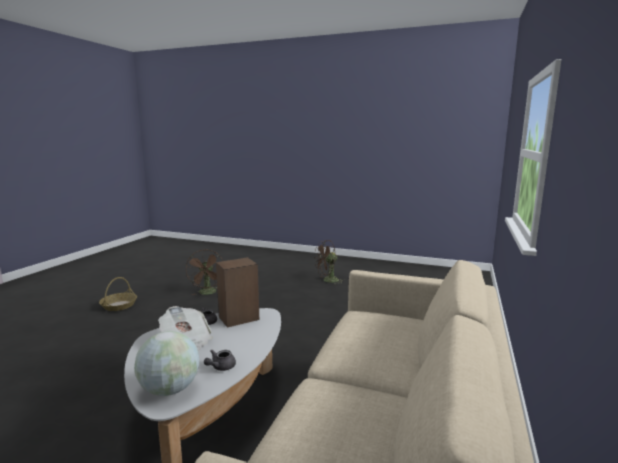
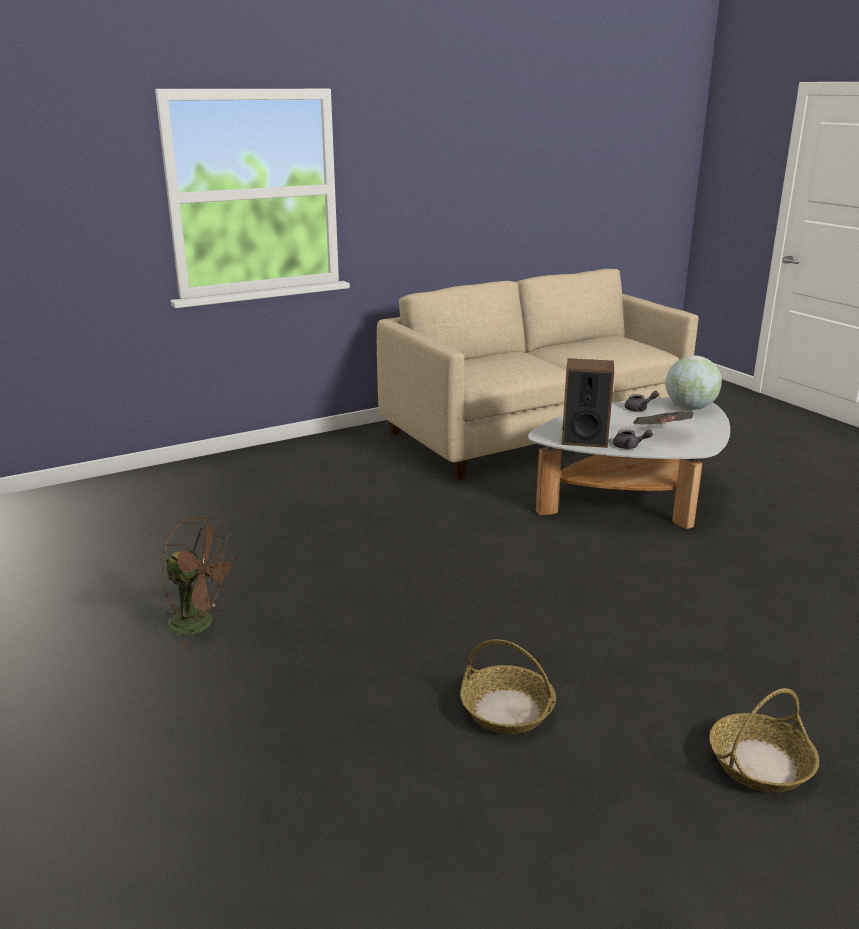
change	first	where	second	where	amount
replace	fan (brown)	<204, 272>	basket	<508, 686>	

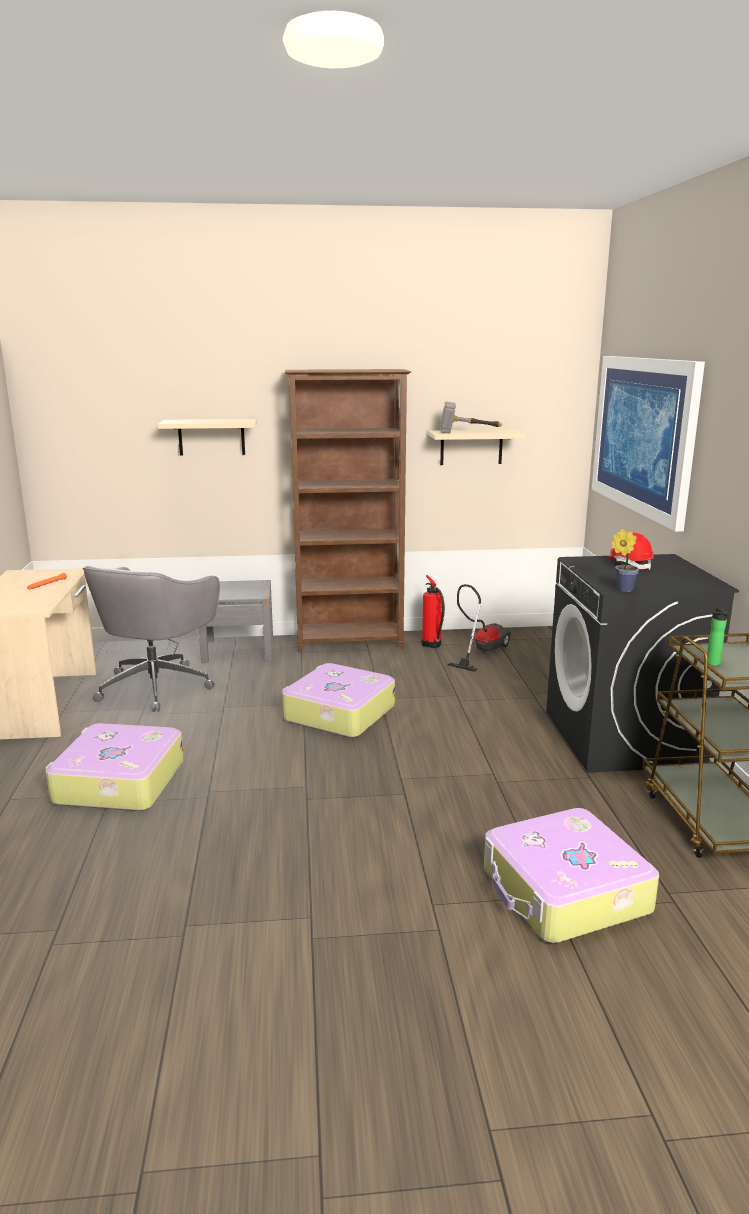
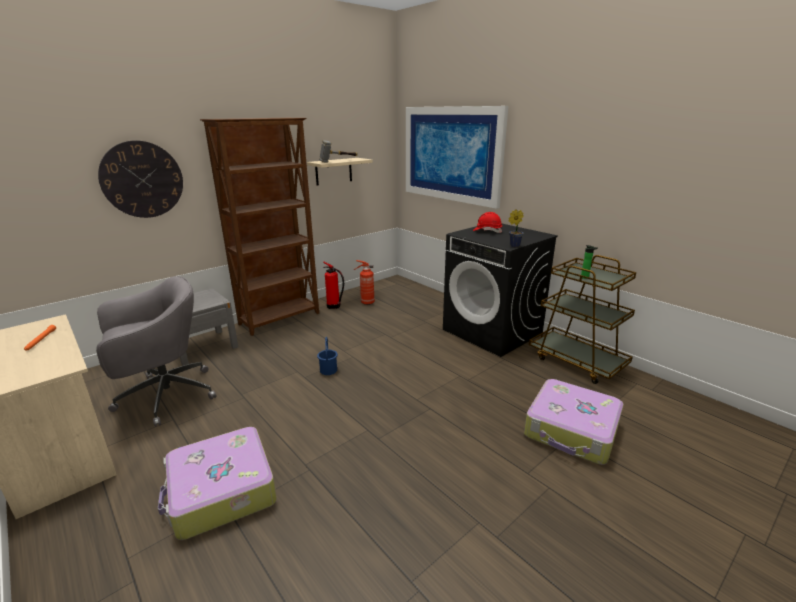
change	first	where	second	where	amount
replace	shelf (beige)	<207, 437>	wall clock	<140, 179>	
rotate	office chair (grey)	<151, 639>		<156, 351>	105 degrees counterclockwise
replace	vacuum cleaner	<479, 628>	fire extinguisher	<364, 282>	
replace	suitcase	<338, 700>	bucket (blue)	<327, 356>	

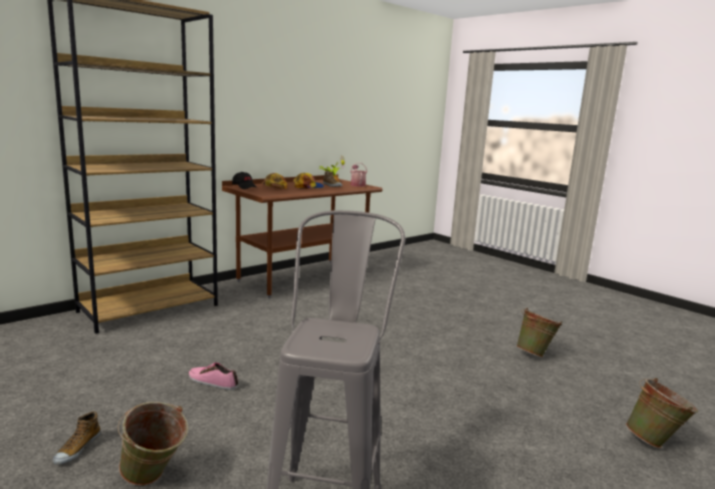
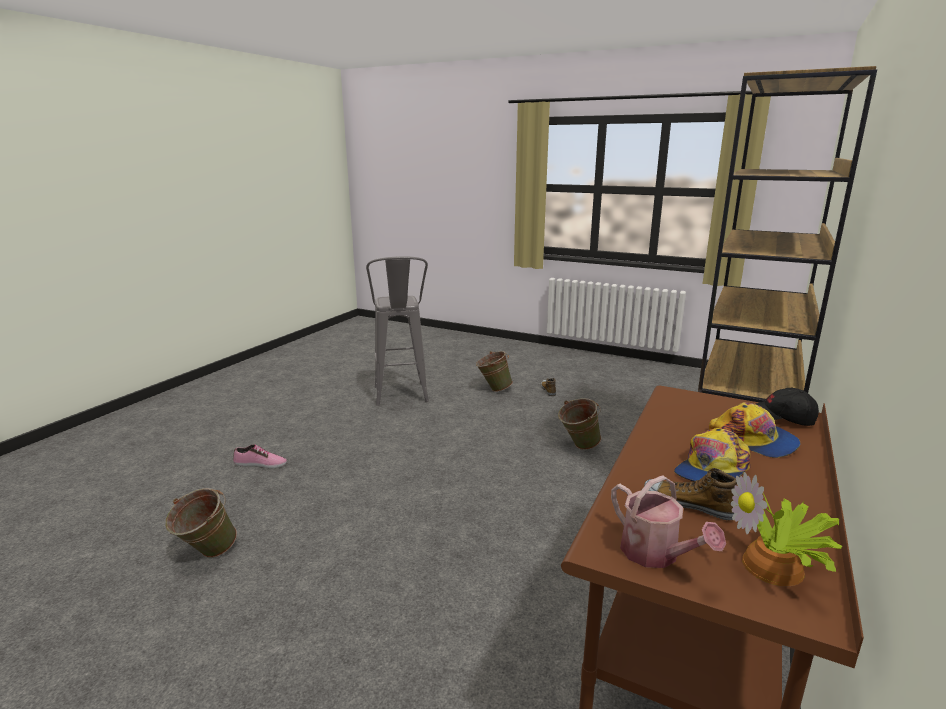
change	first	where	second	where	amount
move	shoe	<213, 376>		<260, 456>	
move	bucket (green)	<662, 413>		<579, 424>	

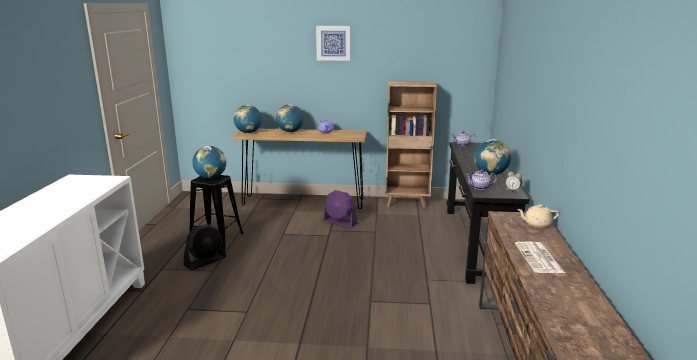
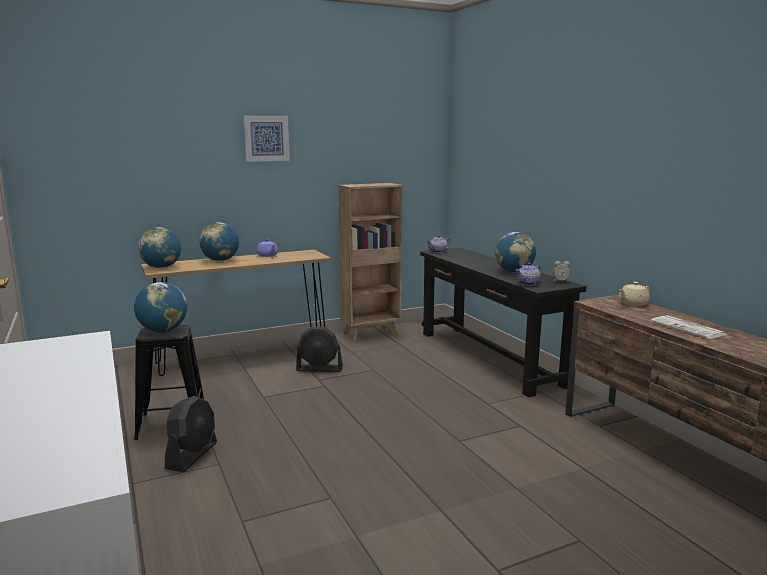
change	first	where	second	where	amount
recolor	fan (purple)	<340, 209>	fan (black)	<319, 349>	

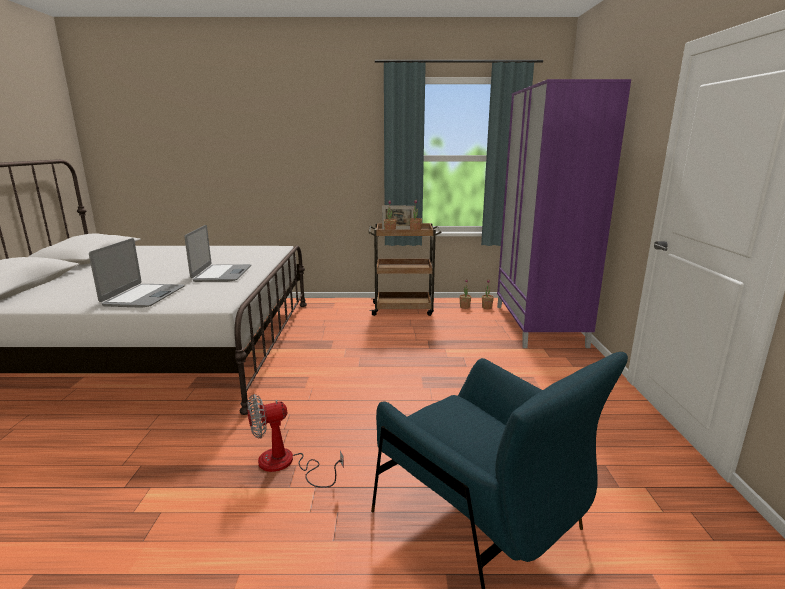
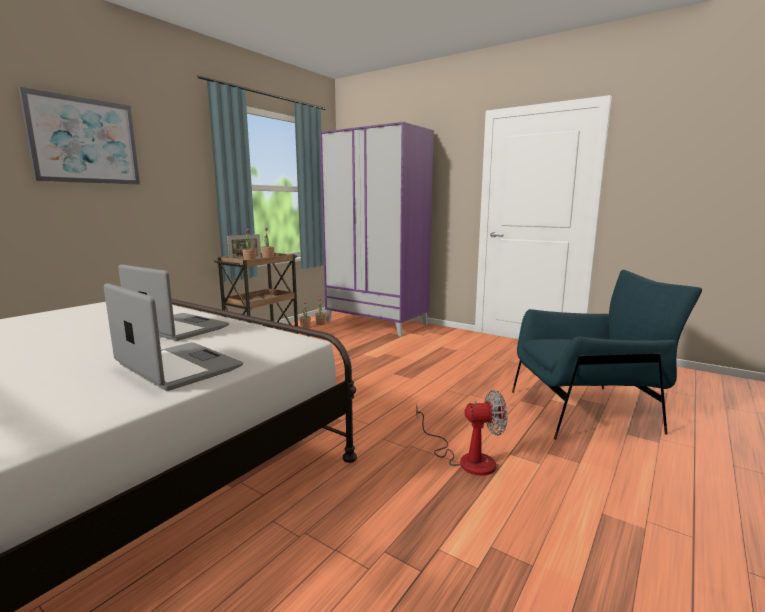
change	first	where	second	where	amount
rotate	fan	<295, 441>		<462, 433>	105 degrees counterclockwise
insert			picture	<79, 136>	

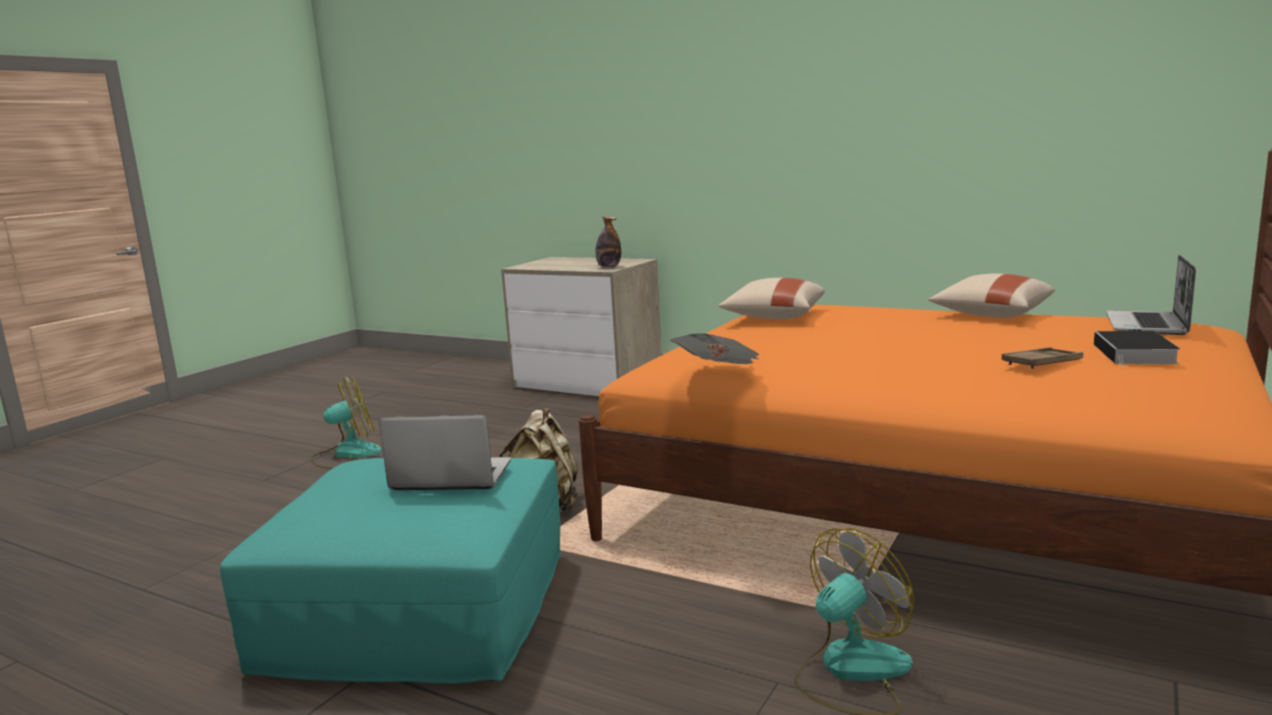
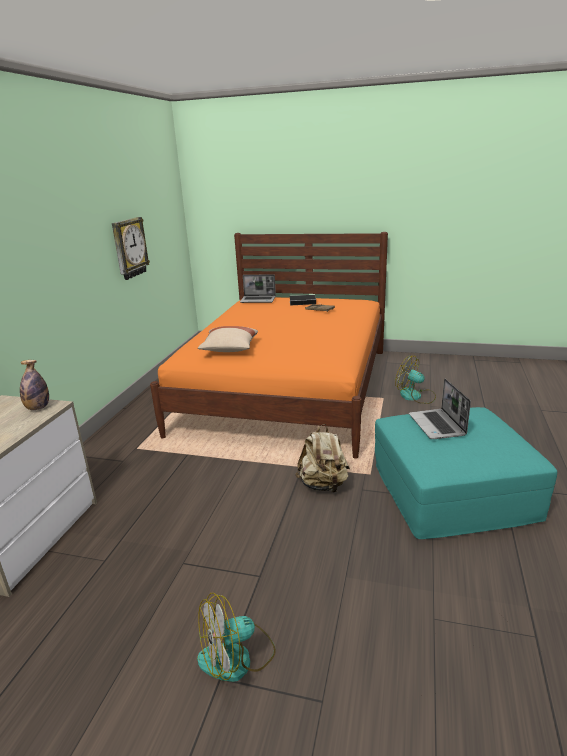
change	first	where	second	where	amount
delete	pillow (beige)	<991, 296>			
delete	newspaper	<714, 348>			
rotate	fan	<346, 422>		<236, 637>	75 degrees counterclockwise
insert			wall clock	<131, 248>	

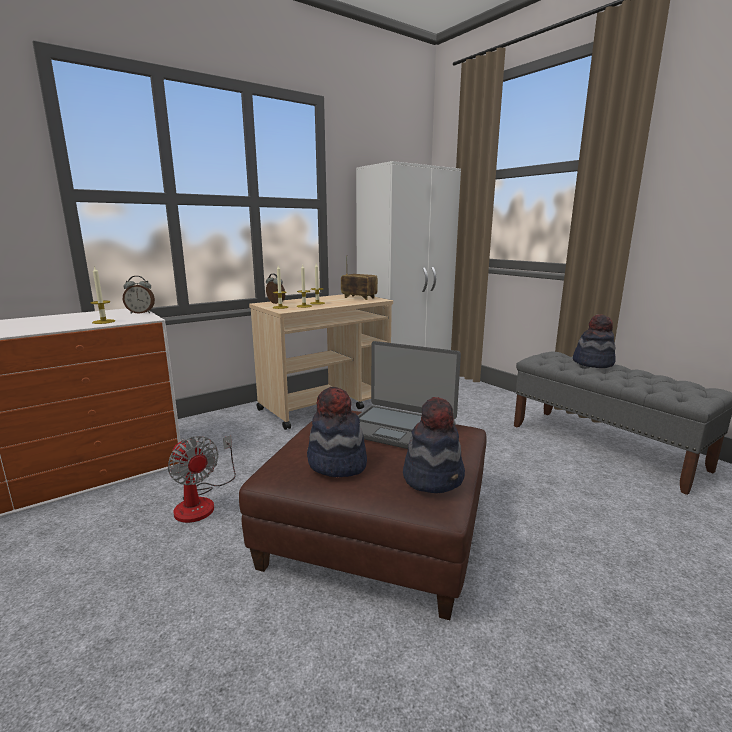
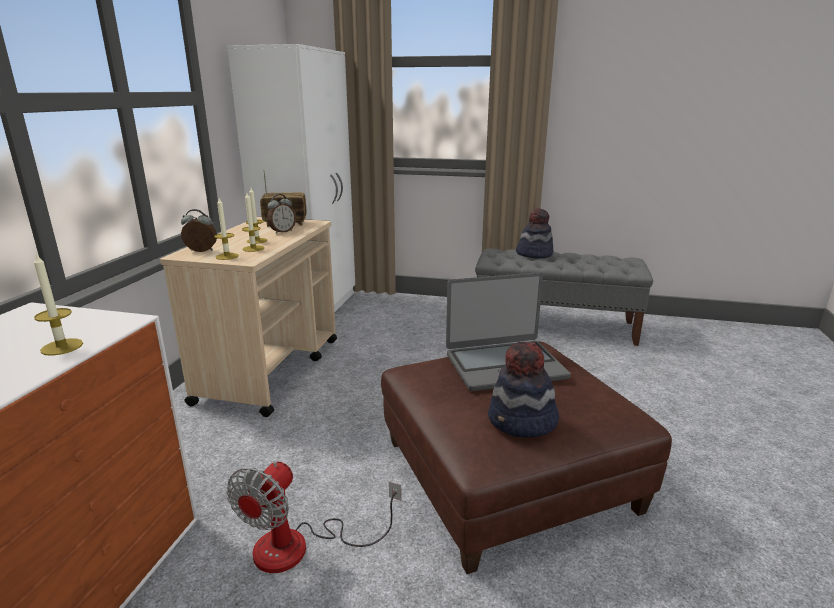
change	first	where	second	where	amount
move	alarm clock	<139, 295>		<281, 214>	
delete	hat	<434, 445>			
rotate	fan	<202, 479>		<314, 517>	105 degrees clockwise

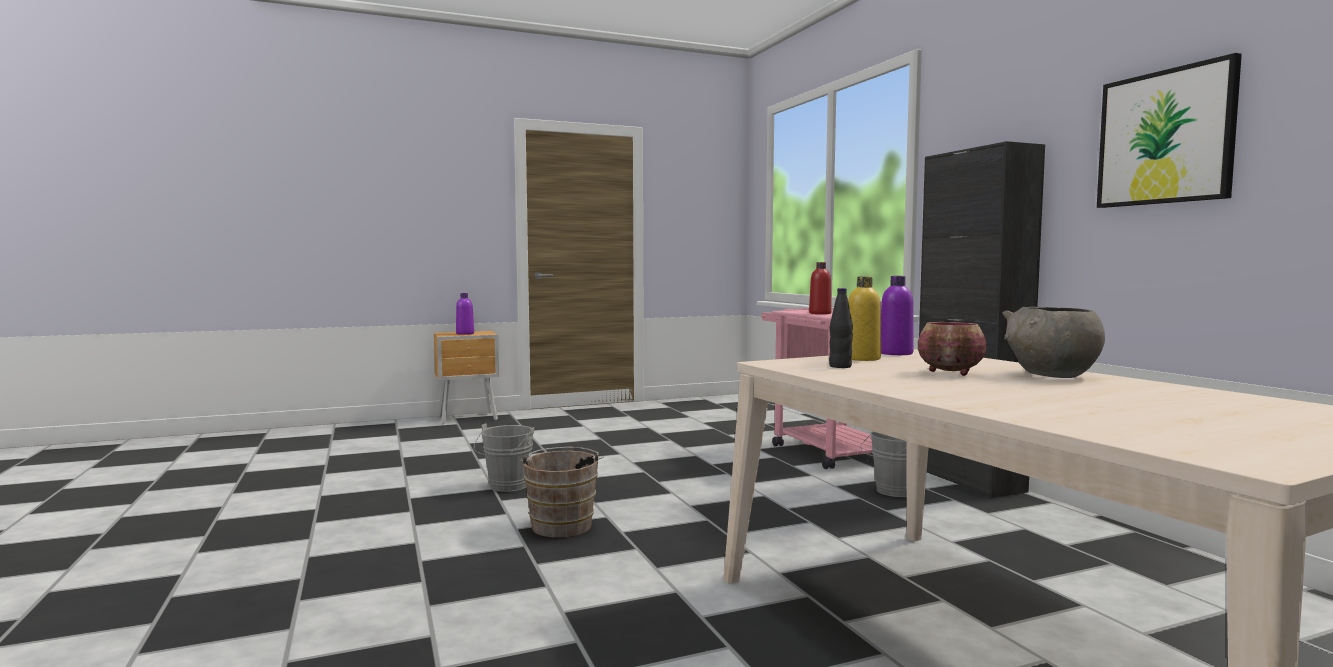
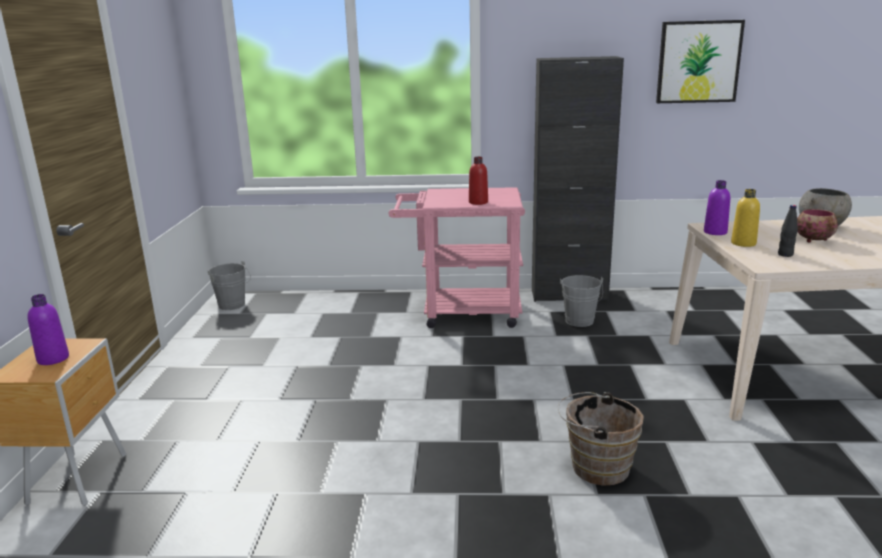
change	first	where	second	where	amount
move	bucket (grey)	<504, 457>		<229, 285>	

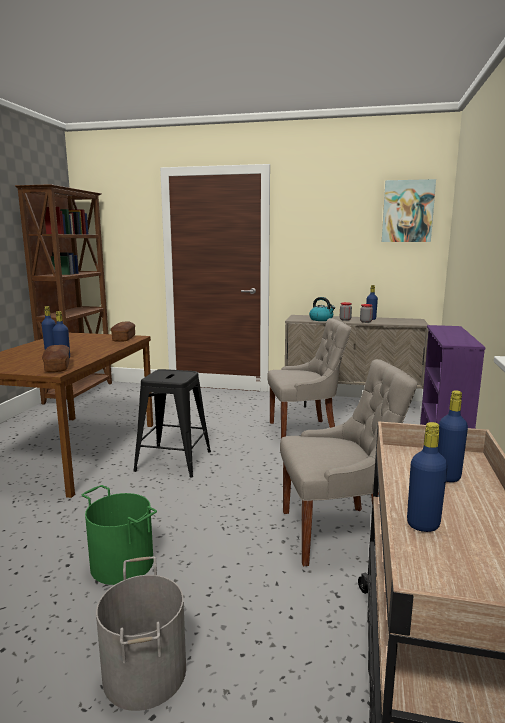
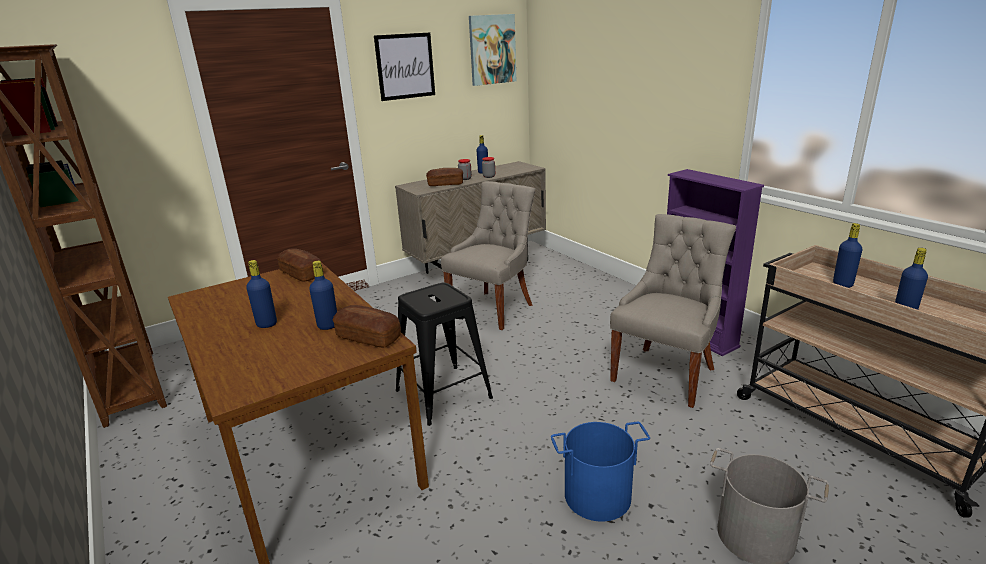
change	first	where	second	where	amount
replace	kettle	<322, 309>	bread	<444, 177>	
recolor	bucket (green)	<119, 535>	bucket (blue)	<600, 471>	
insert			picture	<404, 67>	

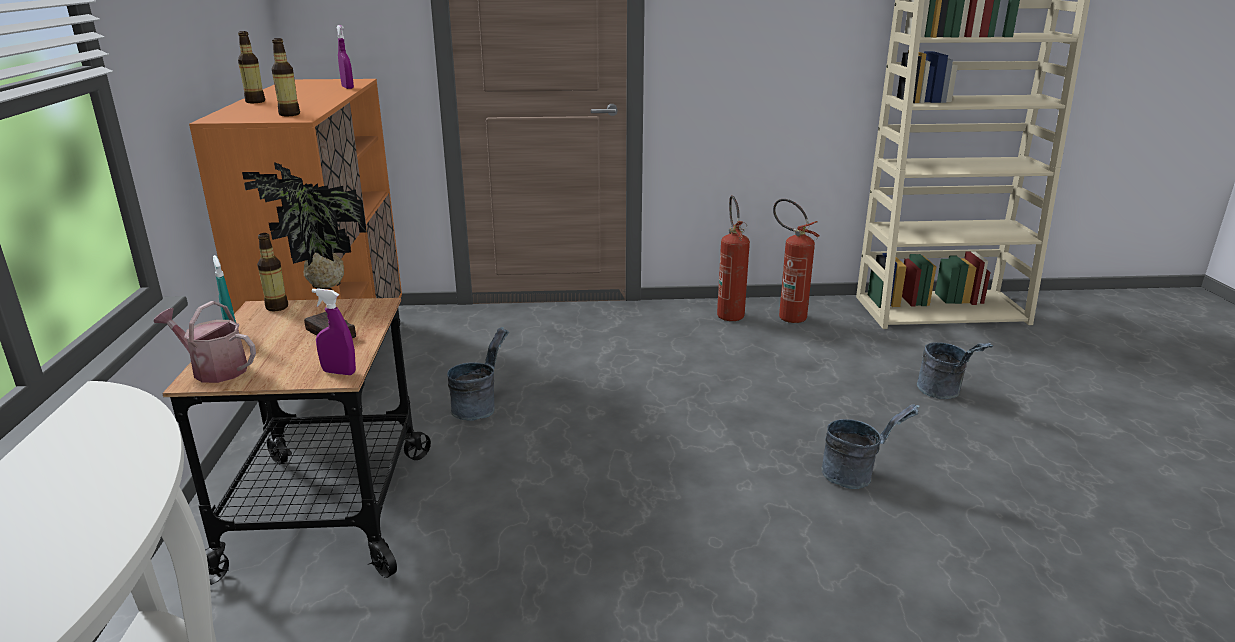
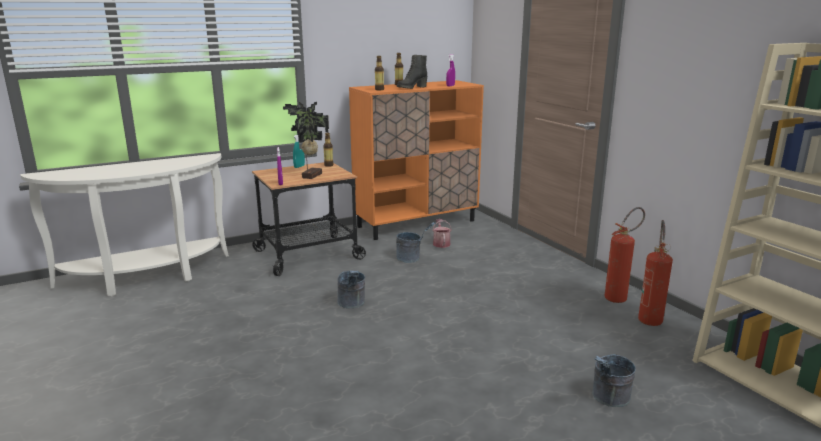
change	first	where	second	where	amount
move	watering can	<205, 342>		<442, 233>	
move	bucket (grey)	<870, 446>		<351, 289>	
insert			boot (black)	<412, 72>	

